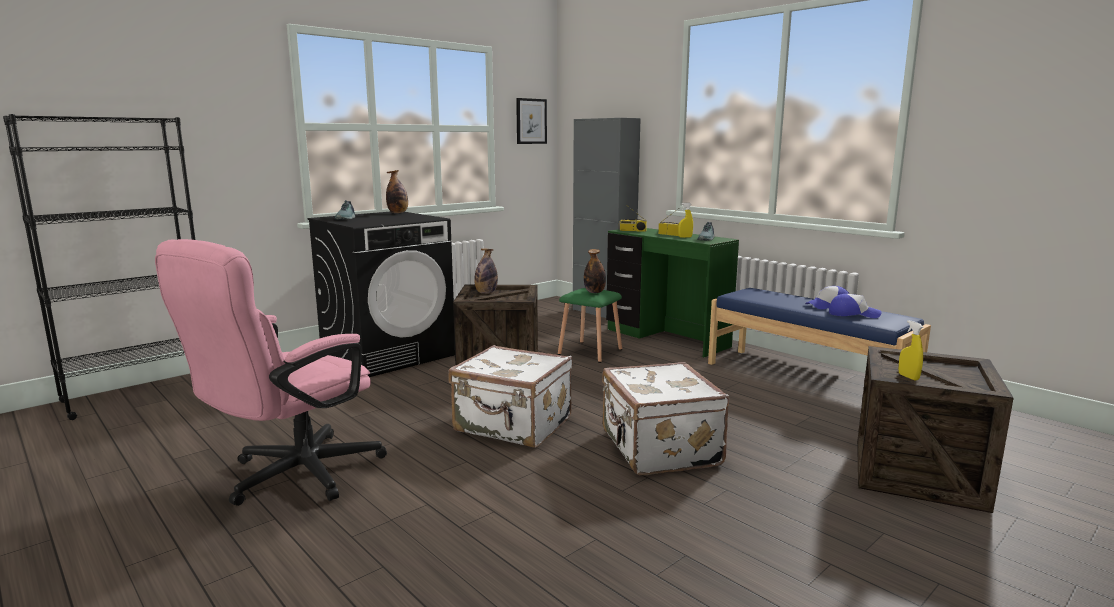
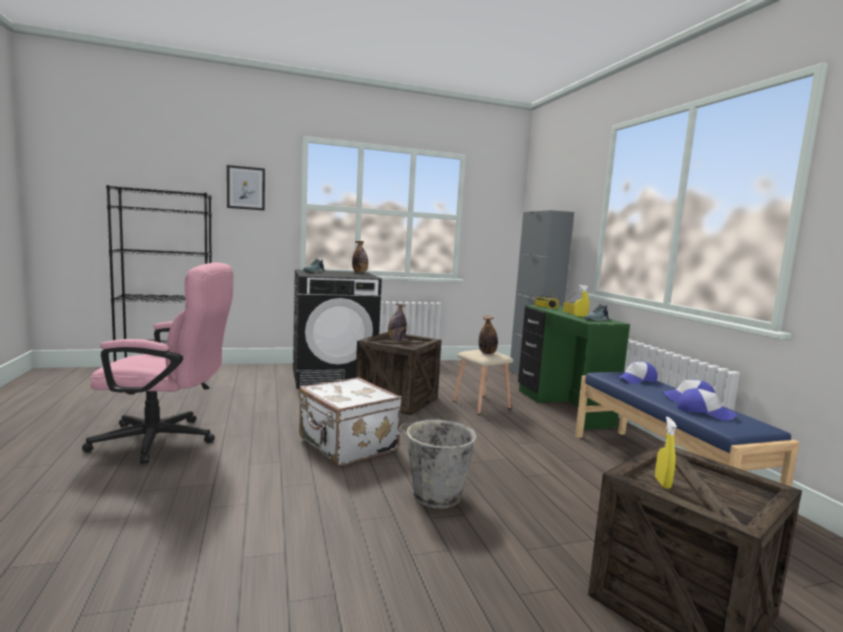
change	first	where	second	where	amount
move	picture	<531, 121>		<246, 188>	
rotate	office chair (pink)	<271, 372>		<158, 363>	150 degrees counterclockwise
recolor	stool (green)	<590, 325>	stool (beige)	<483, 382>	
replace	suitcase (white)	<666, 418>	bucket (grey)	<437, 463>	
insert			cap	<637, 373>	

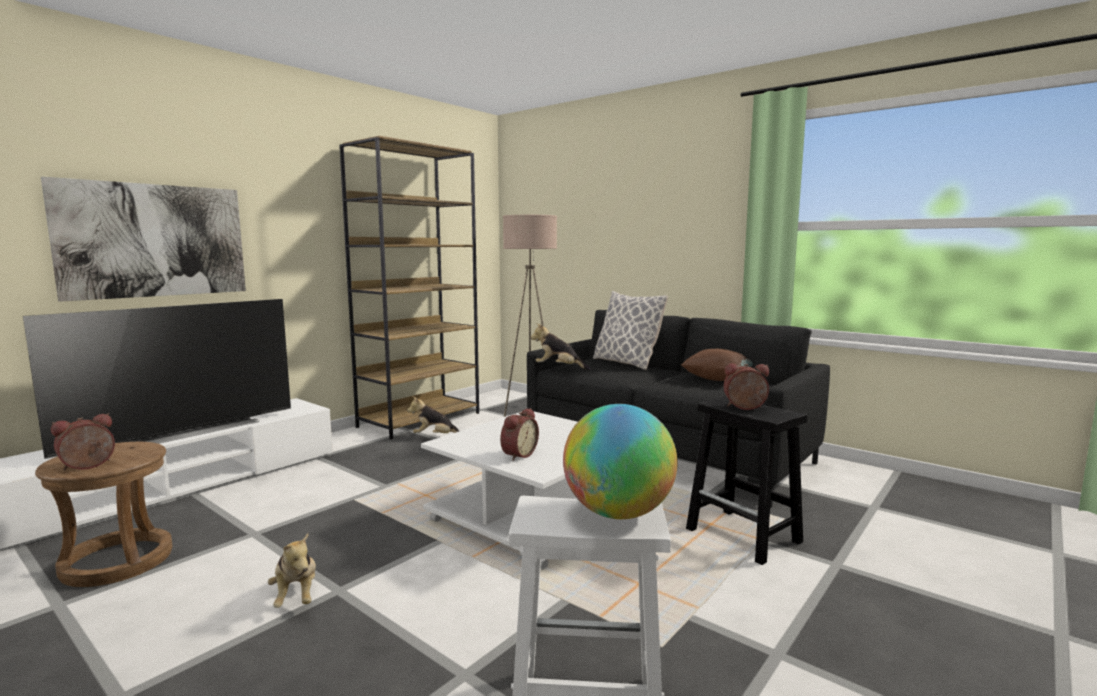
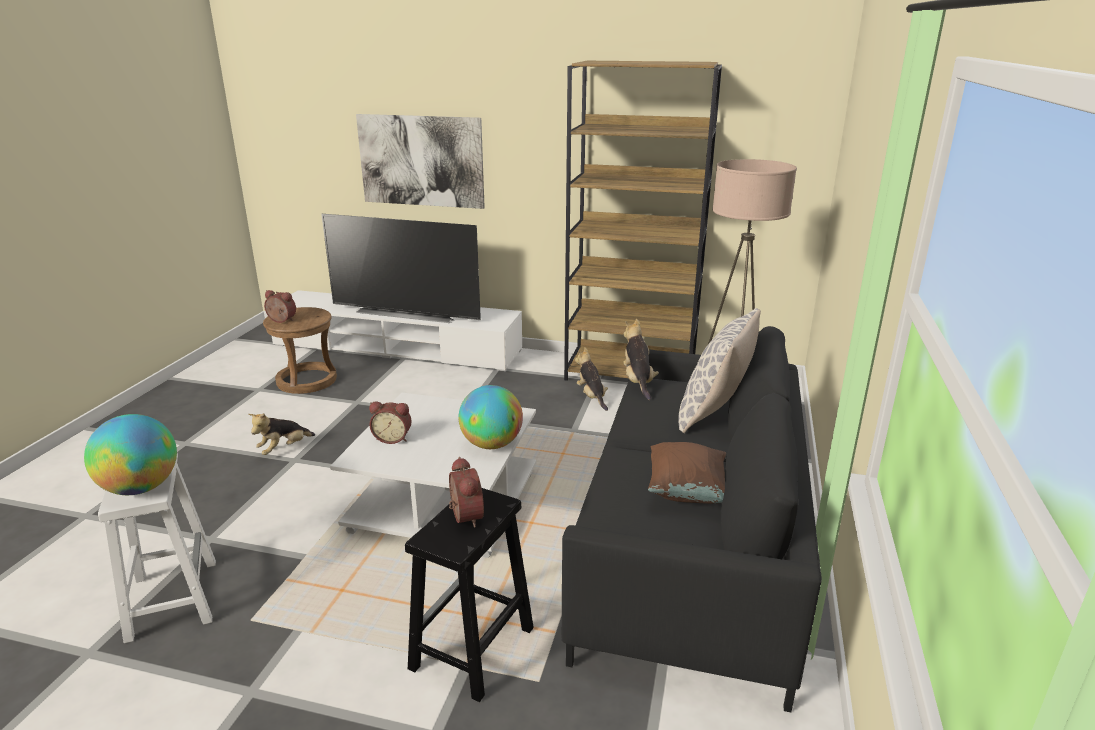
change	first	where	second	where	amount
insert			globe	<491, 417>	

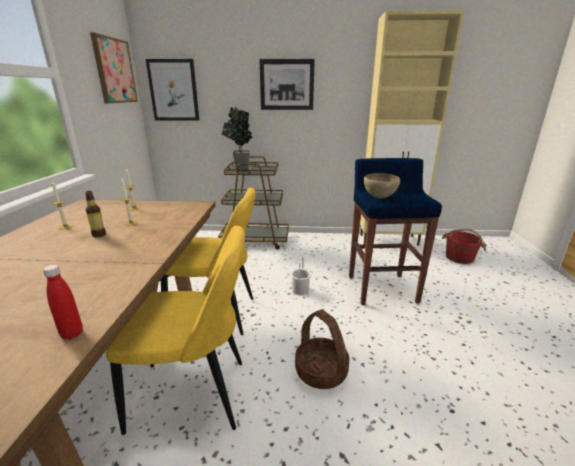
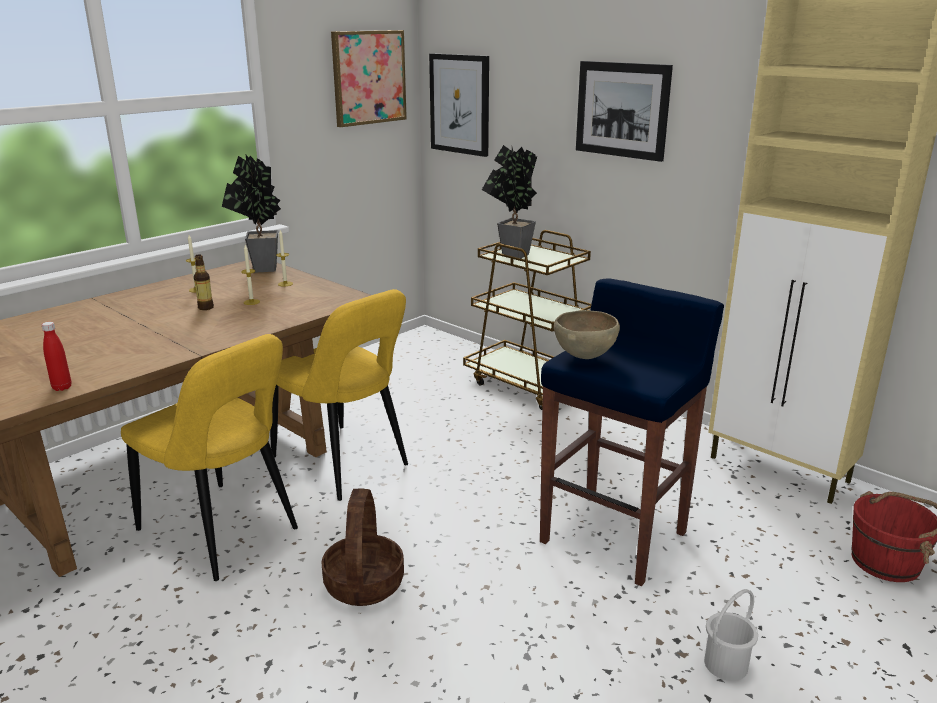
change	first	where	second	where	amount
move	bucket (white)	<301, 275>		<731, 635>	
insert			potted plant	<251, 213>	

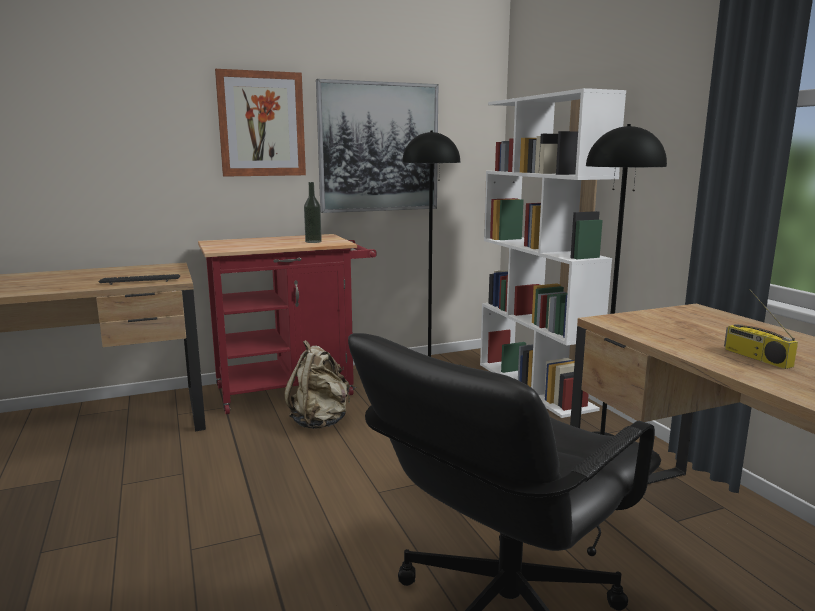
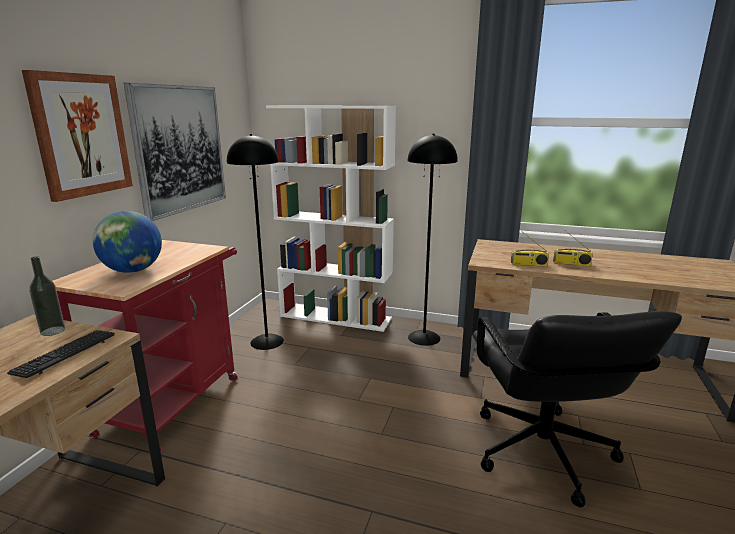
change	first	where	second	where	amount
move	bottle	<313, 212>		<47, 296>	
delete	backpack (beige)	<317, 384>			
insert			globe	<127, 242>	
insert			radio	<530, 248>	

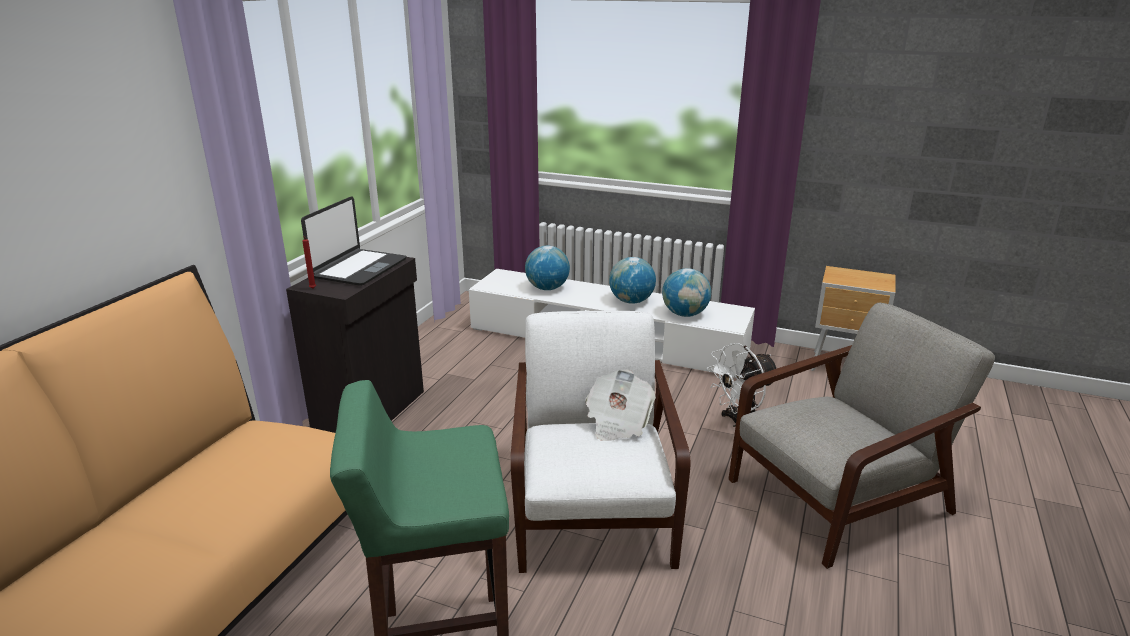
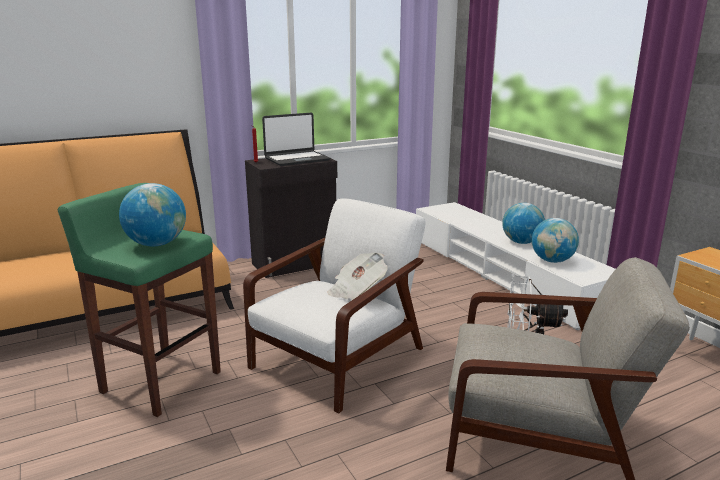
change	first	where	second	where	amount
move	globe	<547, 268>		<152, 214>	

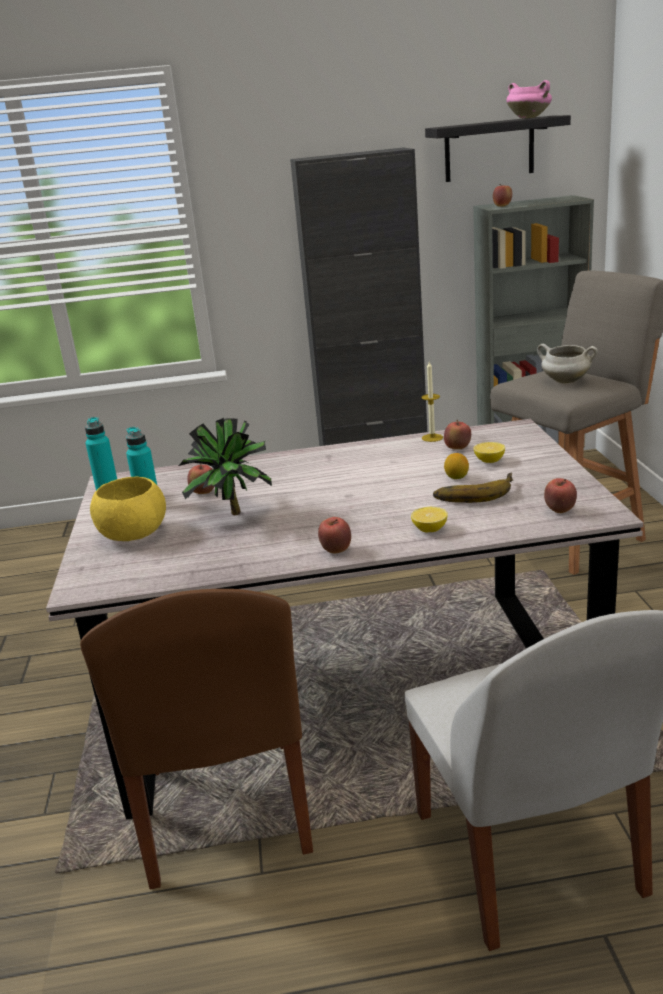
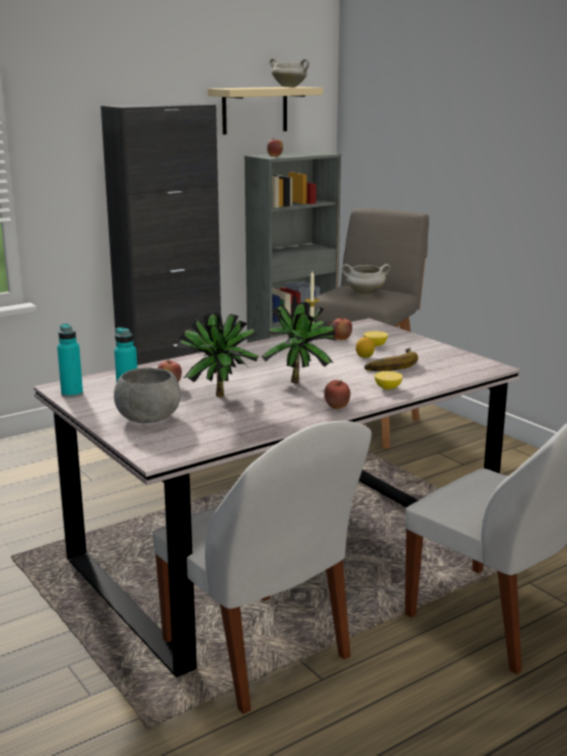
change	first	where	second	where	amount
recolor	cooking pot (pink)	<529, 99>	cooking pot (white)	<289, 72>	
recolor	shelf (black)	<498, 148>	shelf (beige)	<265, 111>	
recolor	bowl (yellow)	<128, 509>	bowl (grey)	<147, 395>	
delete	apple	<560, 495>			
recolor	chair (brown)	<196, 739>	chair (white)	<262, 567>	
insert			potted plant	<298, 343>	

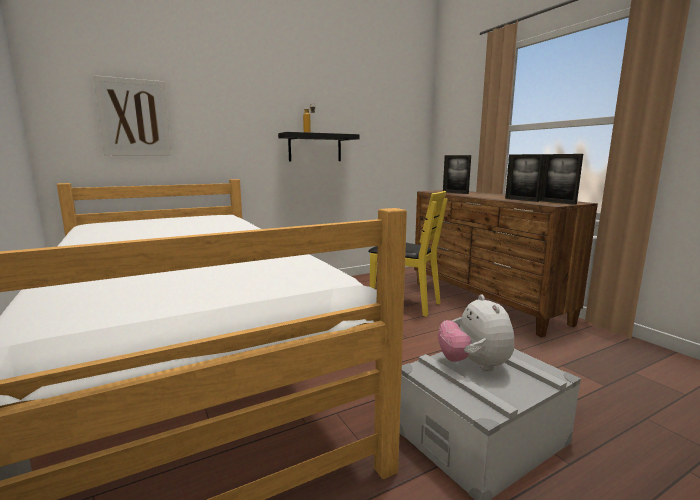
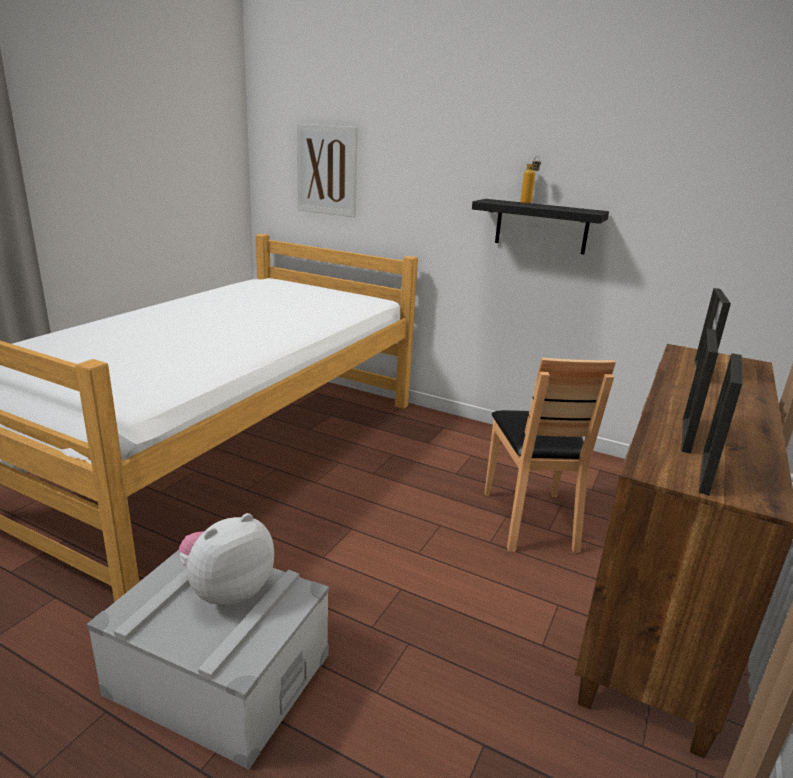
change	first	where	second	where	amount
recolor	chair (yellow)	<408, 254>	chair (brown)	<550, 455>	

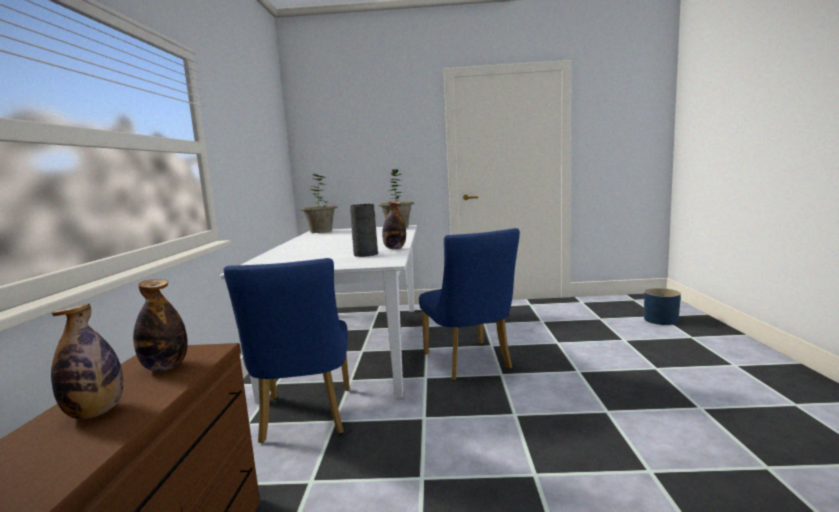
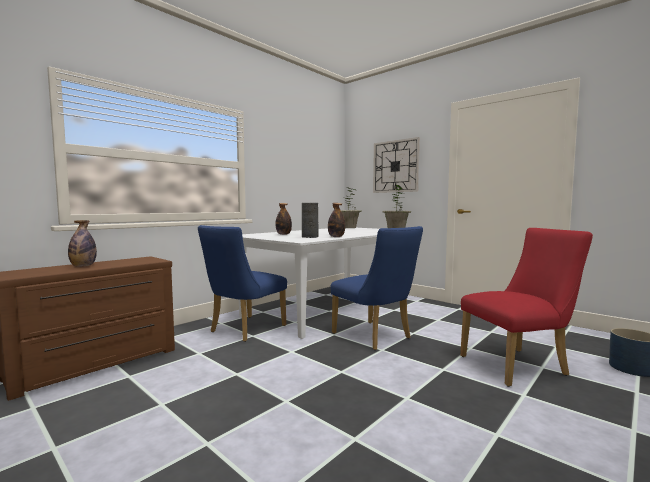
change	first	where	second	where	amount
rotate	chair (blue)	<469, 304>		<377, 288>	60 degrees counterclockwise
move	bottle	<160, 325>		<284, 219>	
insert			wall clock	<396, 165>	
insert			chair (red)	<526, 307>	

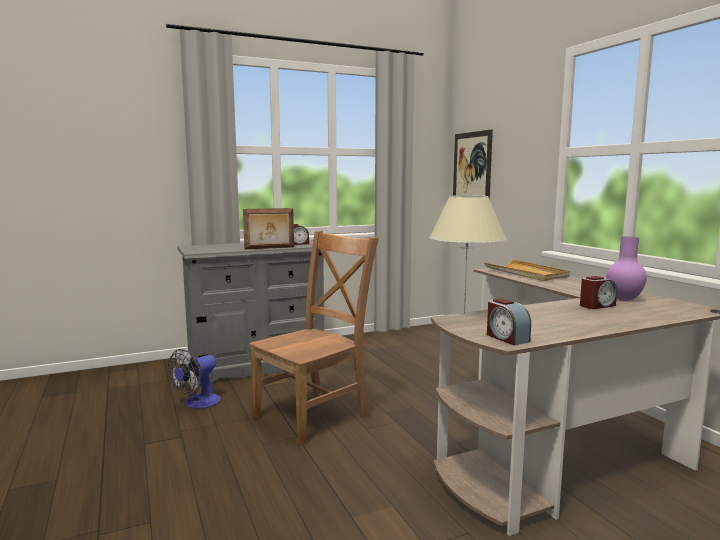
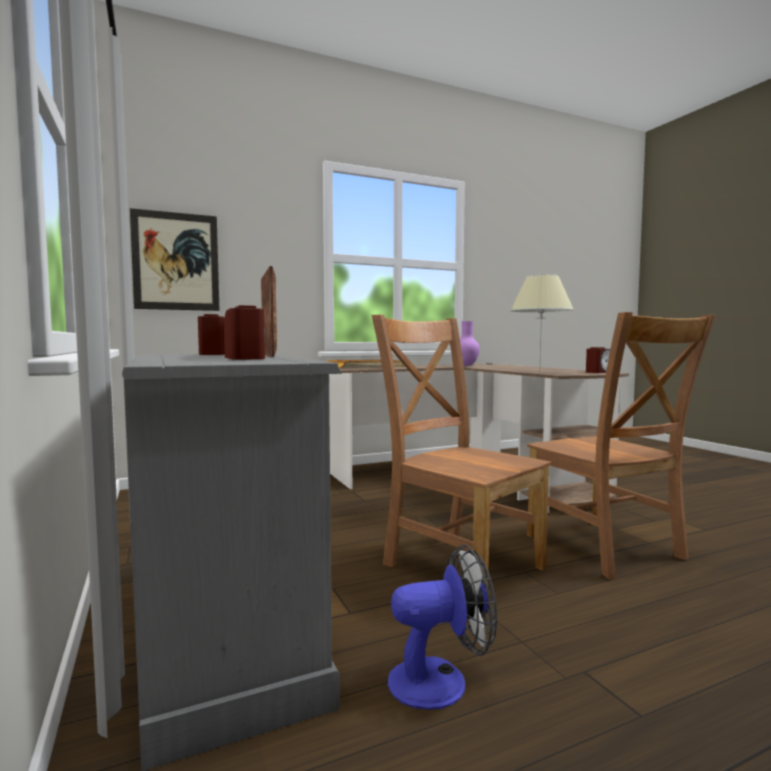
change	first	where	second	where	amount
move	alarm clock	<598, 292>		<244, 332>	
rotate	fan	<194, 379>		<442, 627>	45 degrees counterclockwise
insert			chair (brown)	<621, 445>	

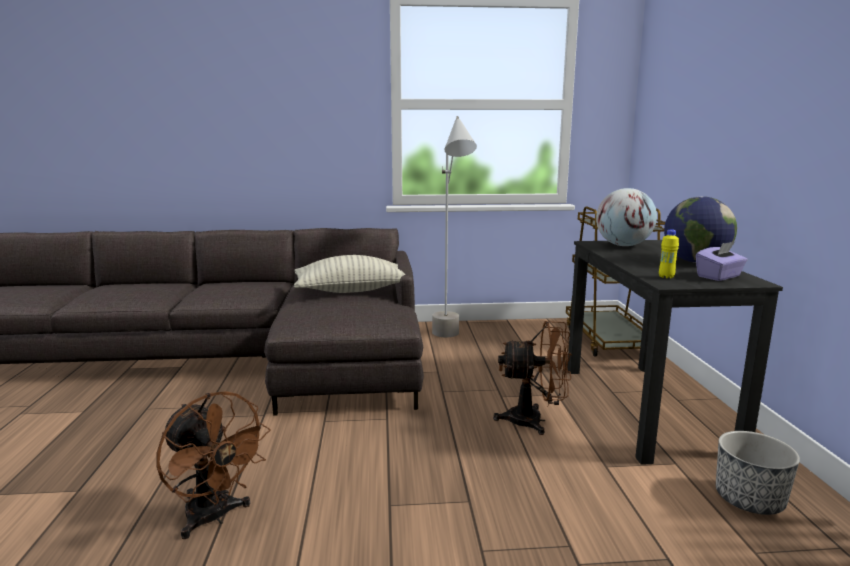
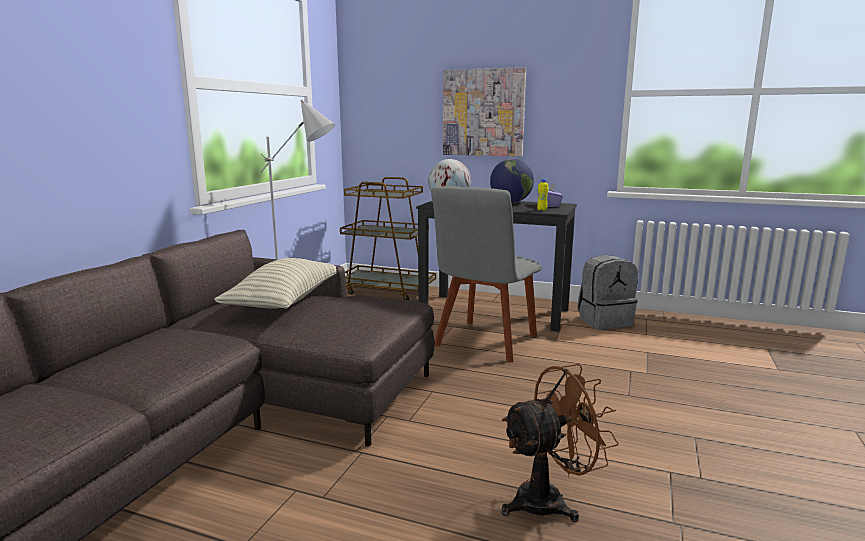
change	first	where	second	where	amount
replace	fan (brown)	<532, 378>	chair (grey)	<486, 274>	
replace	planter	<758, 473>	backpack (grey)	<607, 292>	
insert			picture	<484, 111>	

